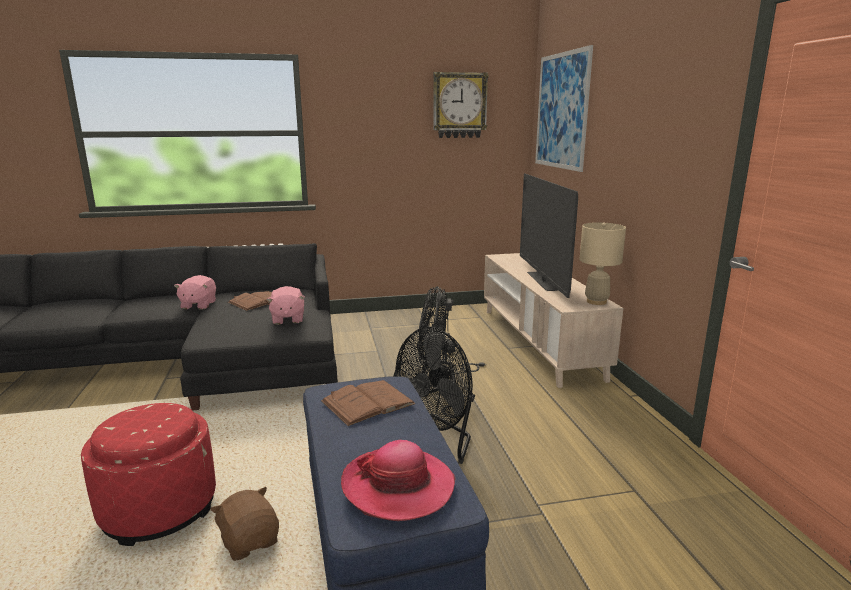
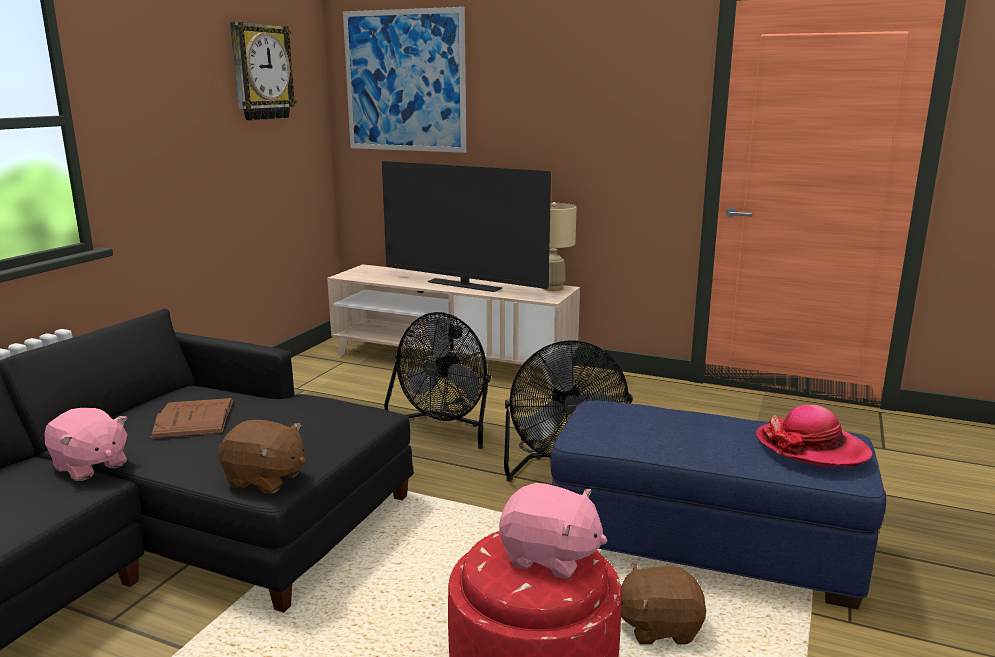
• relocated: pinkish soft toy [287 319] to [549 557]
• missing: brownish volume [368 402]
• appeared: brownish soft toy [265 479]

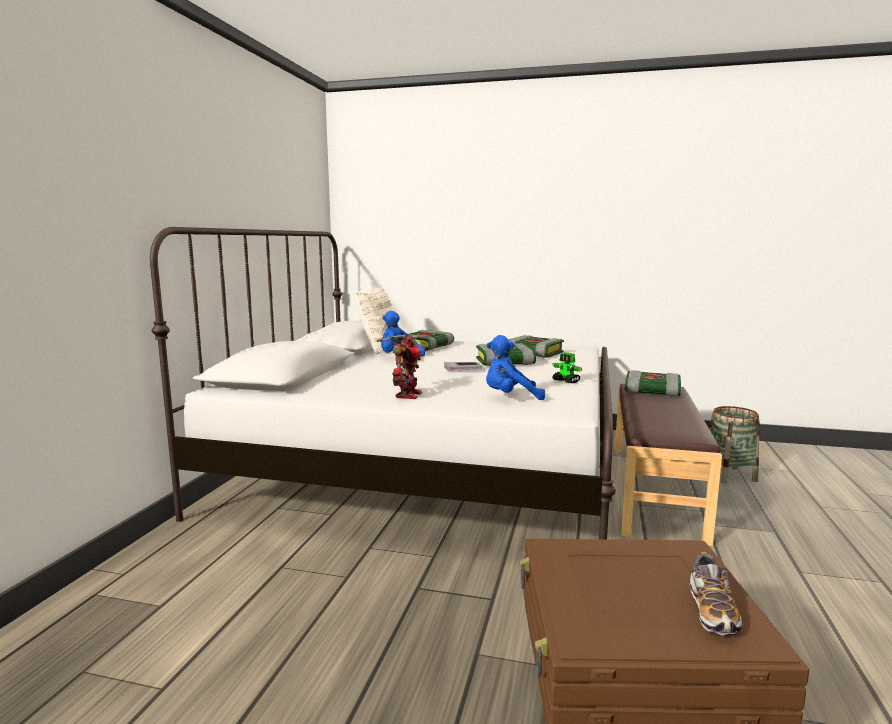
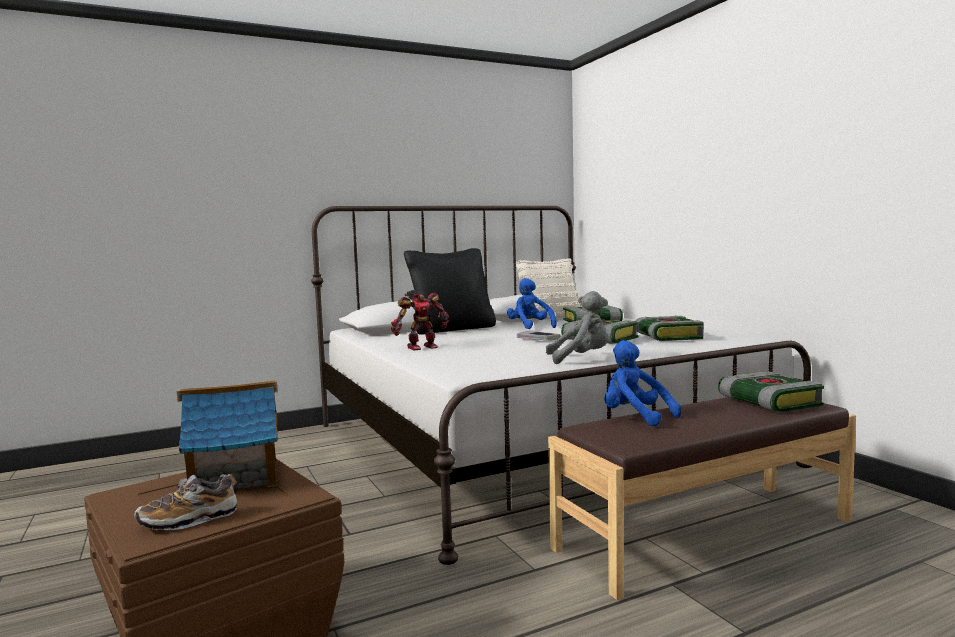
• relocated: blue soft toy [510 397] to [635 417]
• exchanged: robot figure [566 381] to grey soft toy [581 359]
• missing: basket [729 475]
• appeared: black cushion [452 329]
• appeared: toy house [236 477]

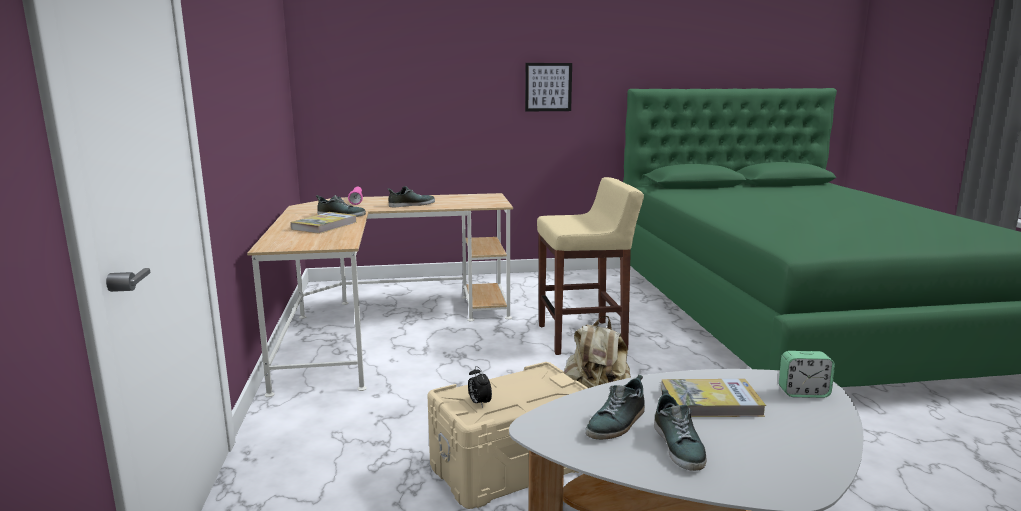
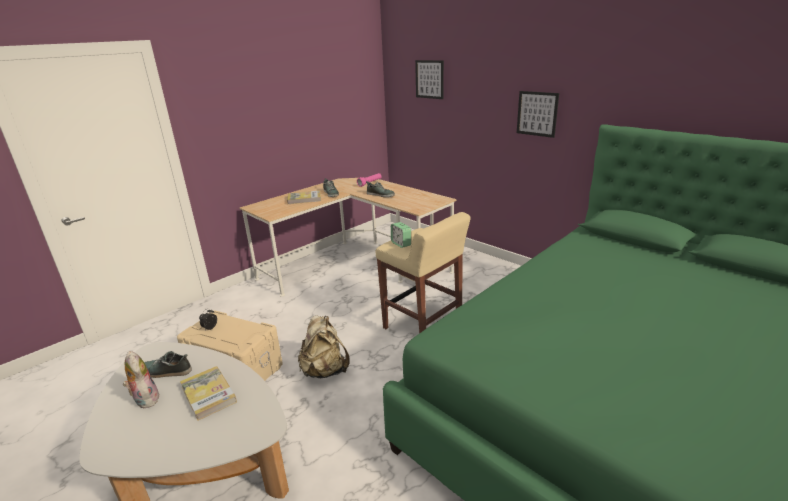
• relocated: bedside clock [803 393] to [401 244]
• exchanged: item of footwear [679 446] to soft toy [145 399]
• appeared: picture [429 79]

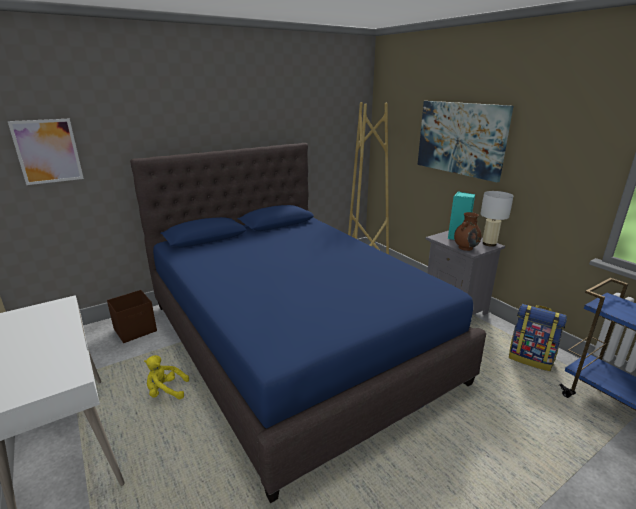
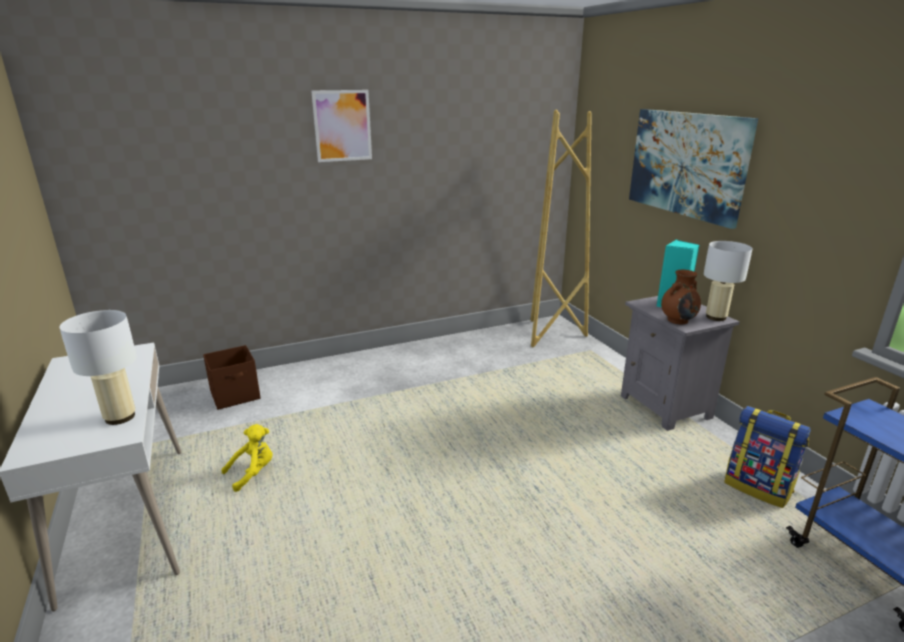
• relocated: picture [47 151] to [342 126]
• missing: blue sleeping bed [293 340]
• spun: yellow-coloured soft toy [166 391] = [253 473] 135 degrees clockwise
• appeared: white tabletop lamp [121 417]

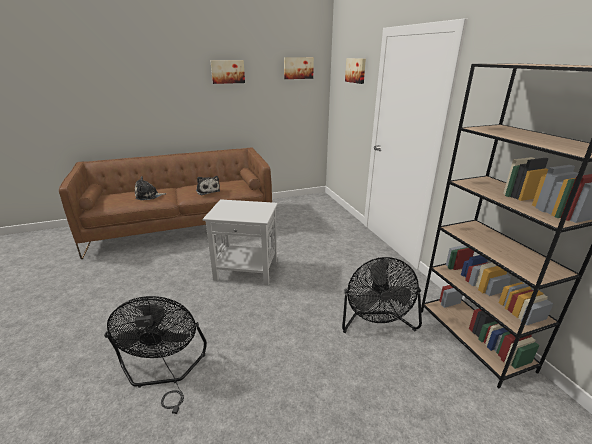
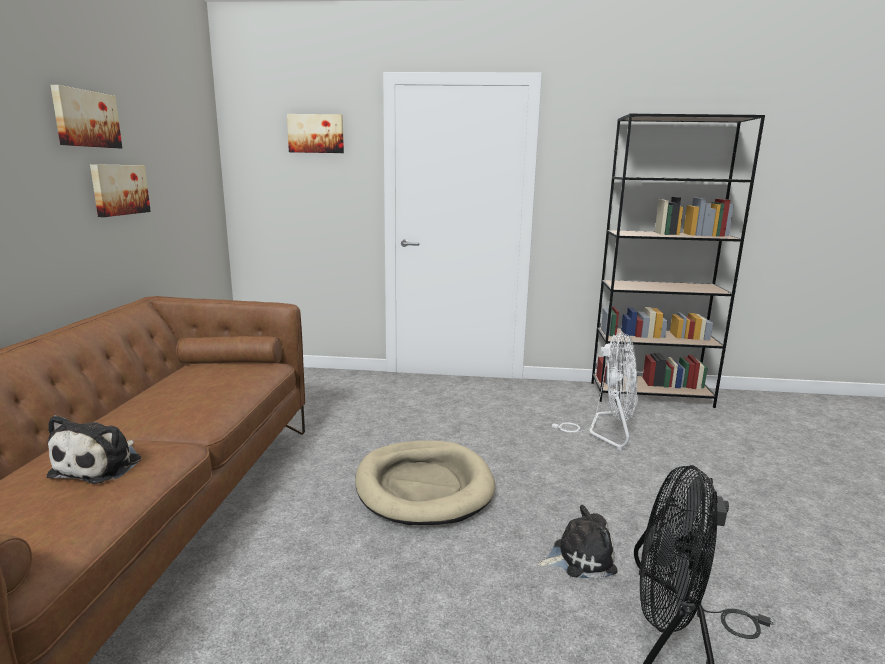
• relocated: picture [298 68] to [119 189]
• relocated: soft toy [207 191] to [579 558]
• exchanged: white side table [247 270] to sand-coloured pet bed [424 486]
• colour: black electric fan [373 321] to white electric fan [606 428]

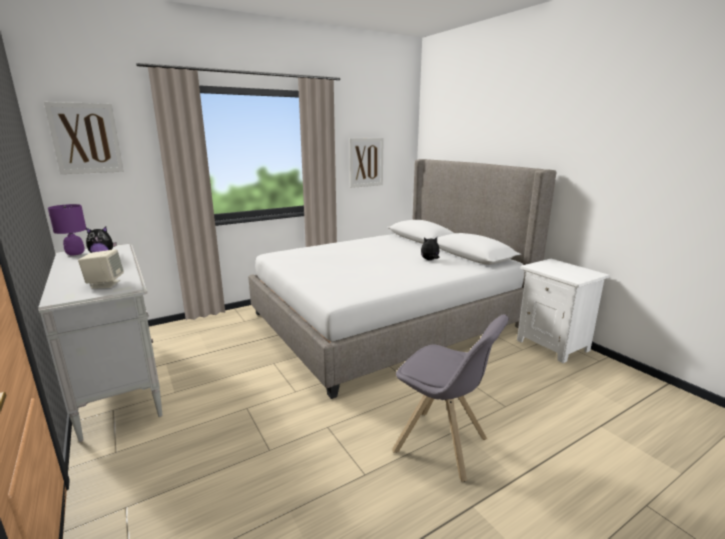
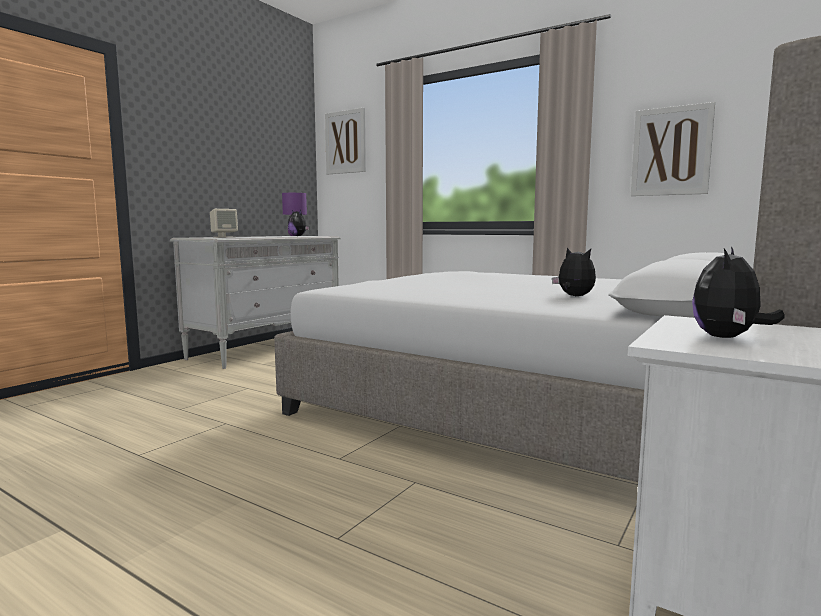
• missing: grey upright chair [441 444]
• appeared: soft toy [728 338]

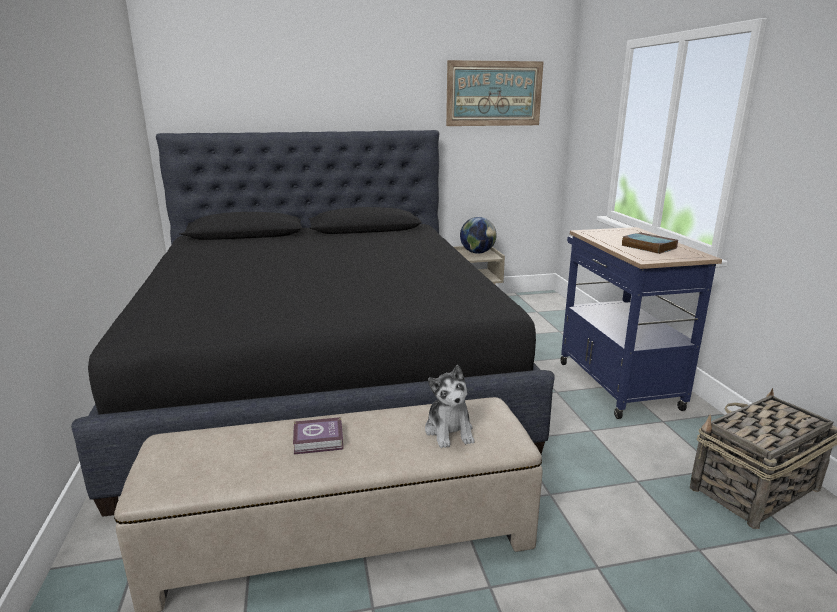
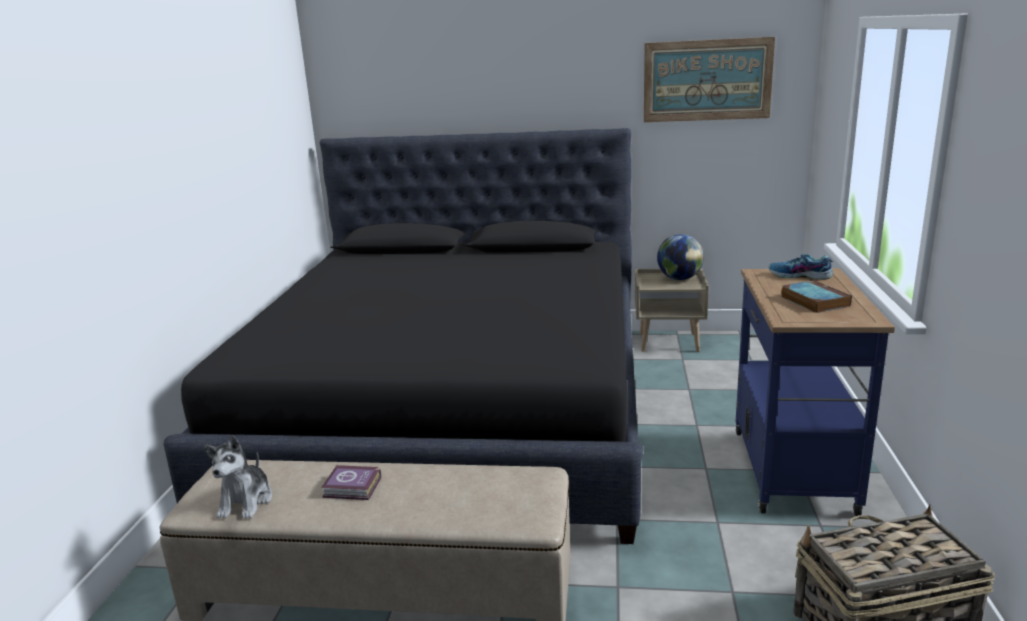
• relocated: soft toy [449 431] to [246 502]
• appeared: item of footwear [799 276]

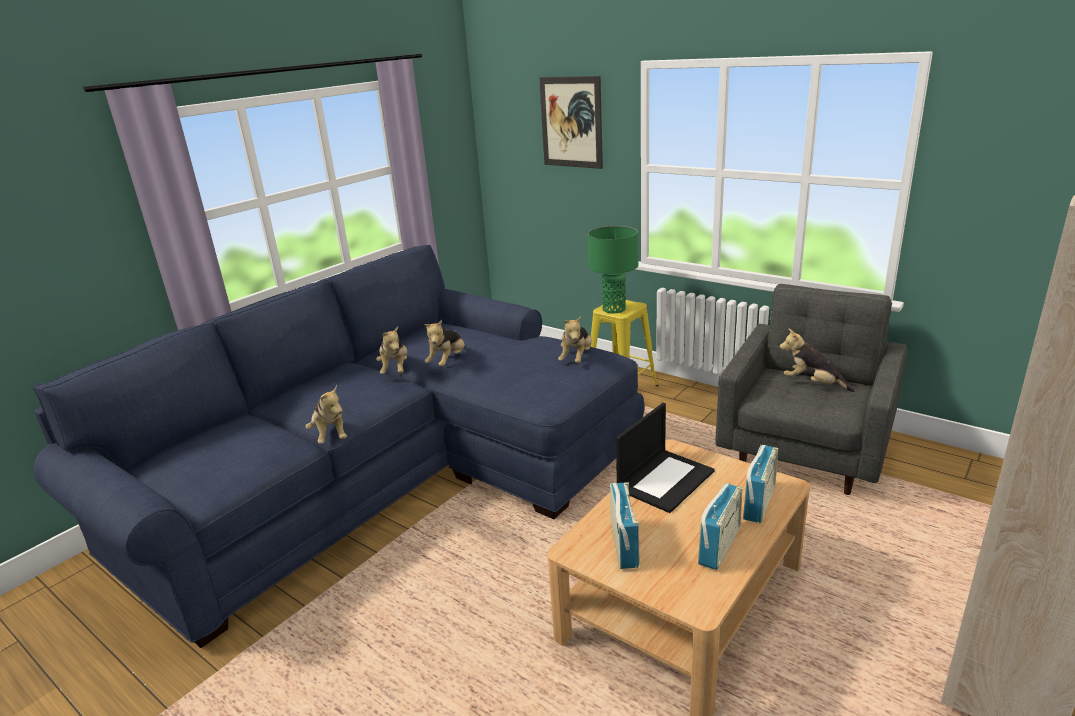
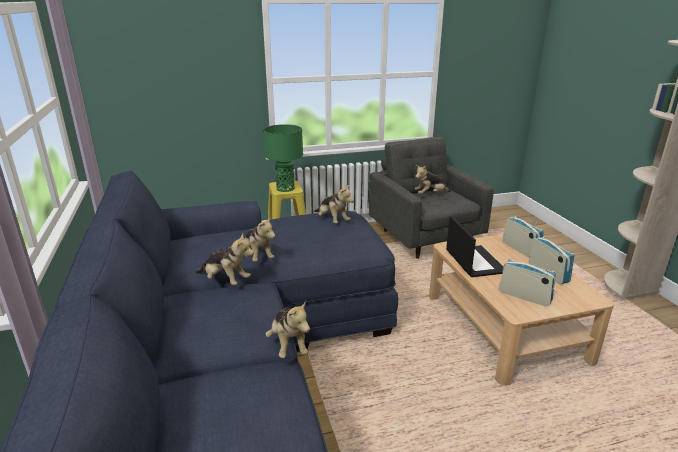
• missing: picture [571 122]
• spun: soft toy [330 435] = [288 345] 60 degrees clockwise

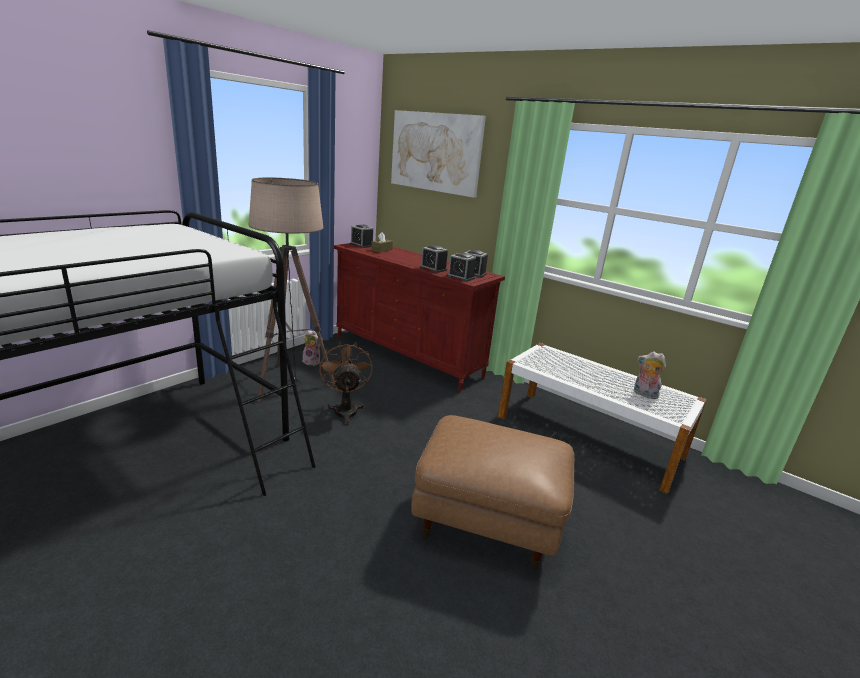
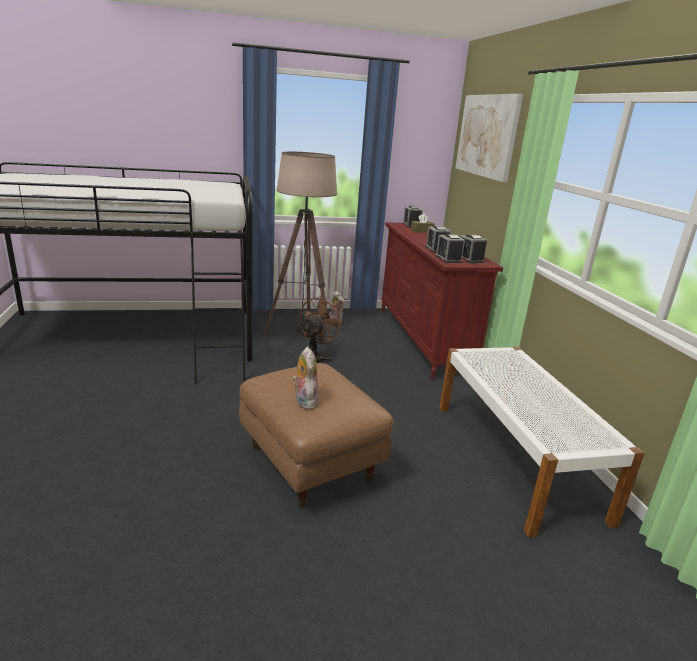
• relocated: soft toy [644 394] to [304 401]

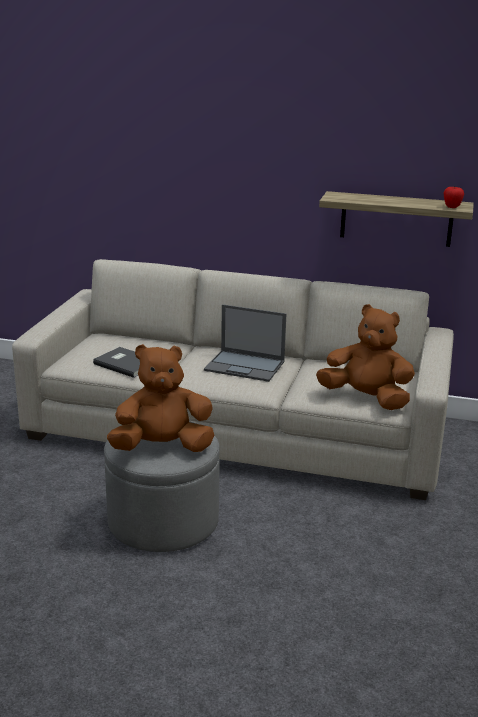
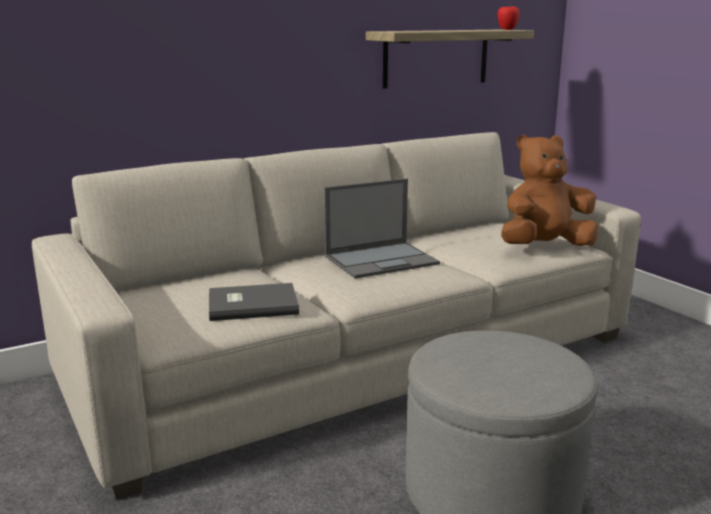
• missing: brownish soft toy [162 447]

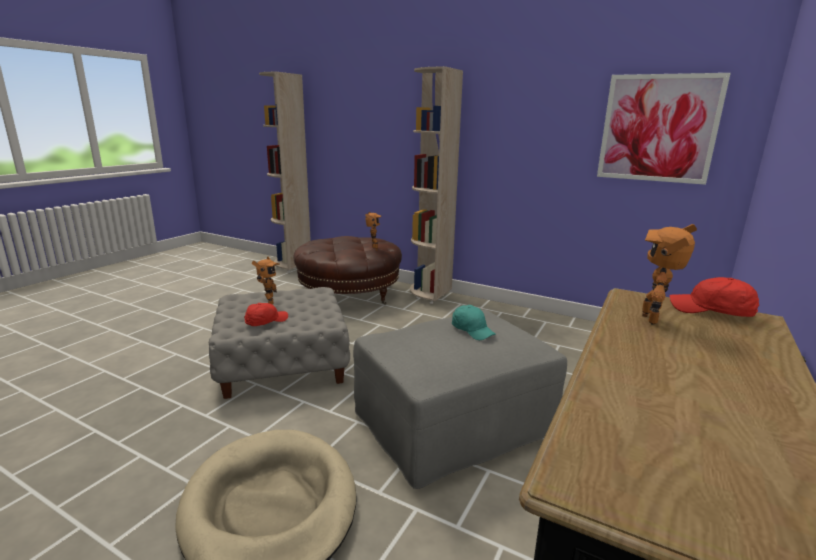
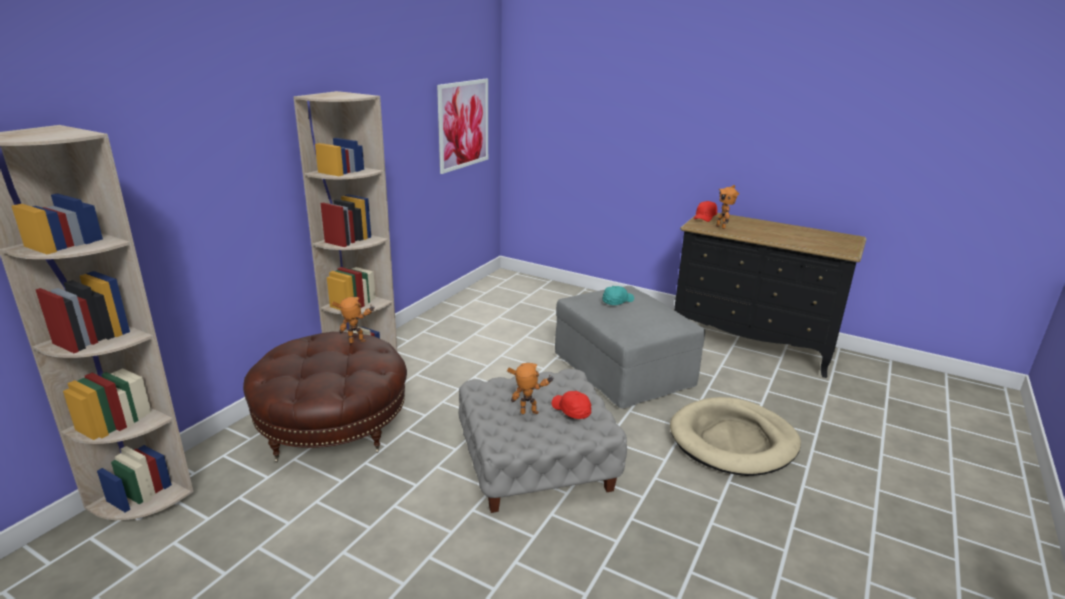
• spun: robot figure [653 319] = [722 227] 60 degrees clockwise

